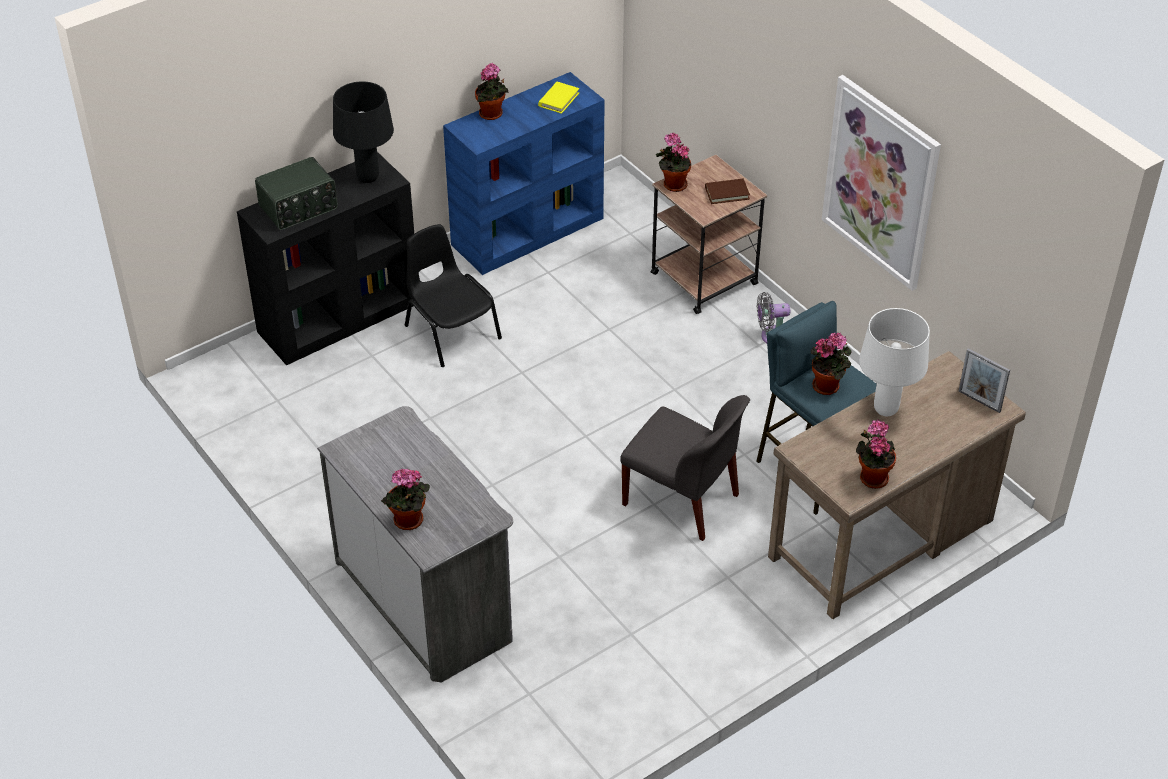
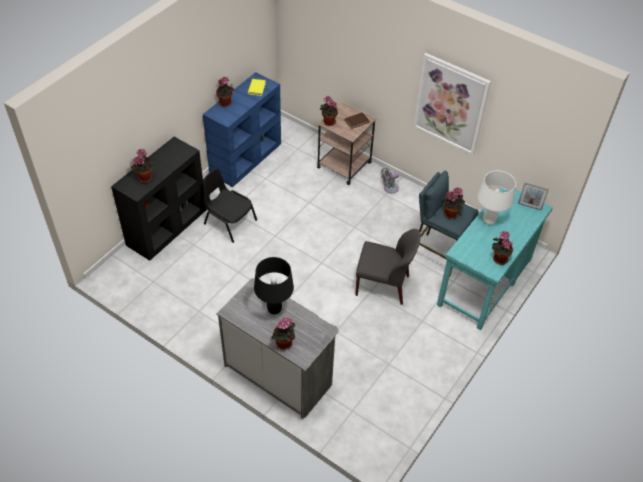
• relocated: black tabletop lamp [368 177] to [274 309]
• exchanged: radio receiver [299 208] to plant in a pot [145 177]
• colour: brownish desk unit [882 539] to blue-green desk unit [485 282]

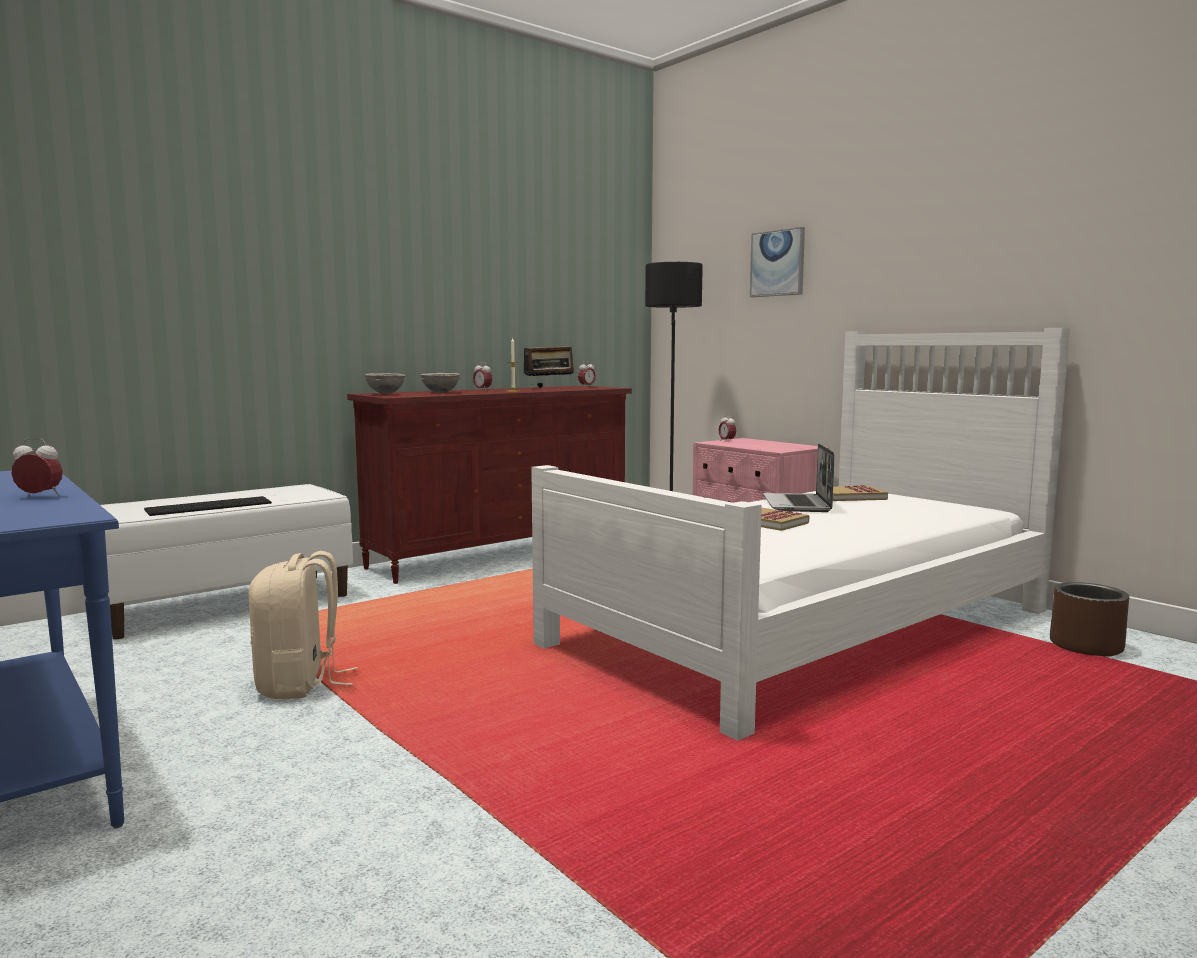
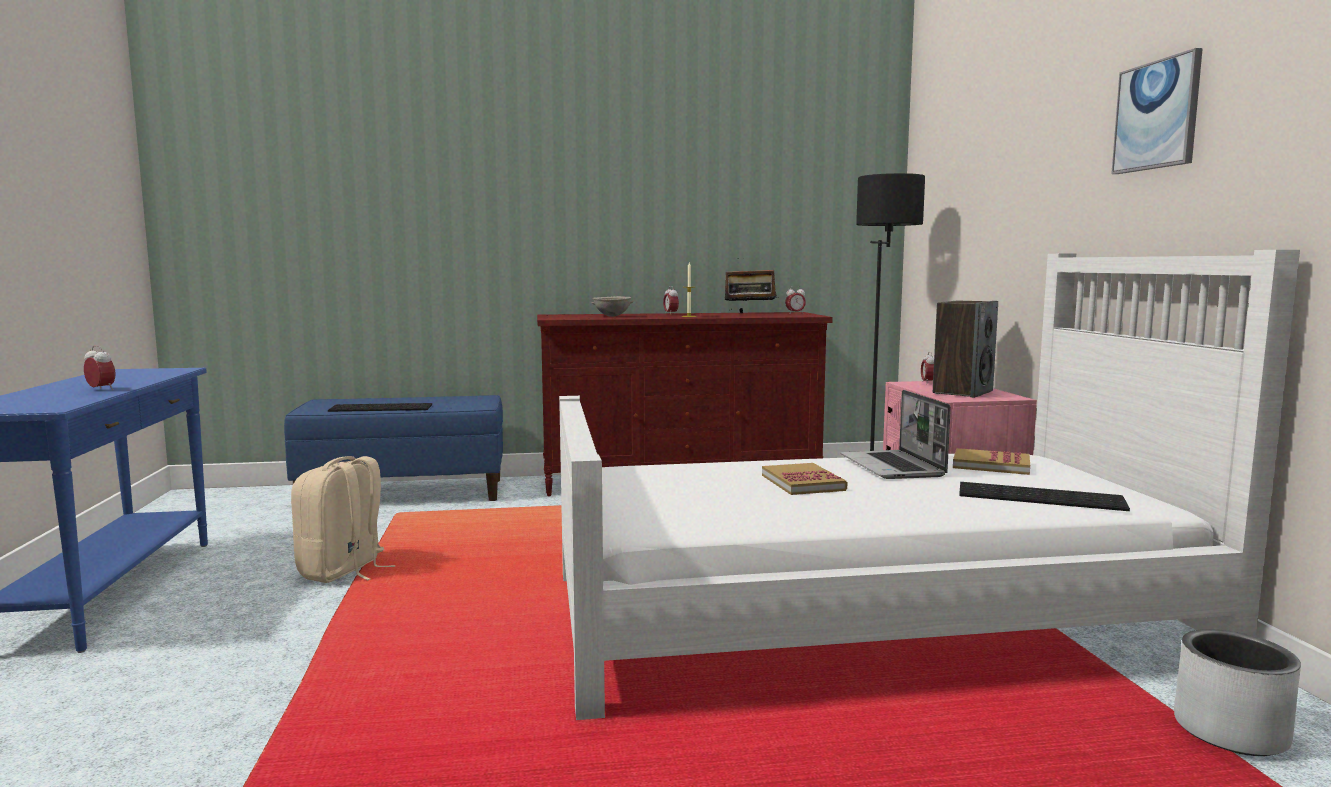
• relocated: picture [777 263] to [1157 115]
• missing: grey deep dish [386 393]
• spun: laptop [797 505] = [893 467] 45 degrees counterclockwise
• colour: white bench [227 604] to blue bench [405 493]
• colour: brownish planter [1085 646] to grey planter [1230 731]
• appeared: speaker [962 392]
• appeared: computer keyboard [1041 496]

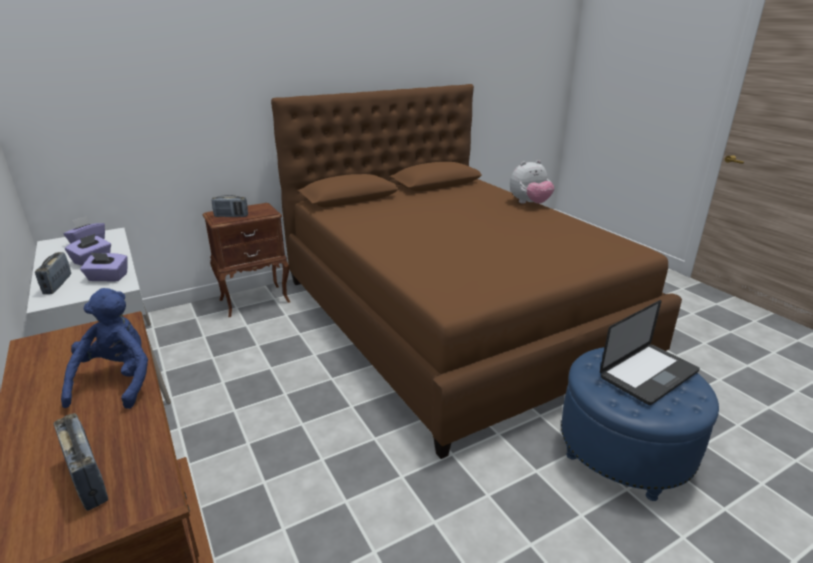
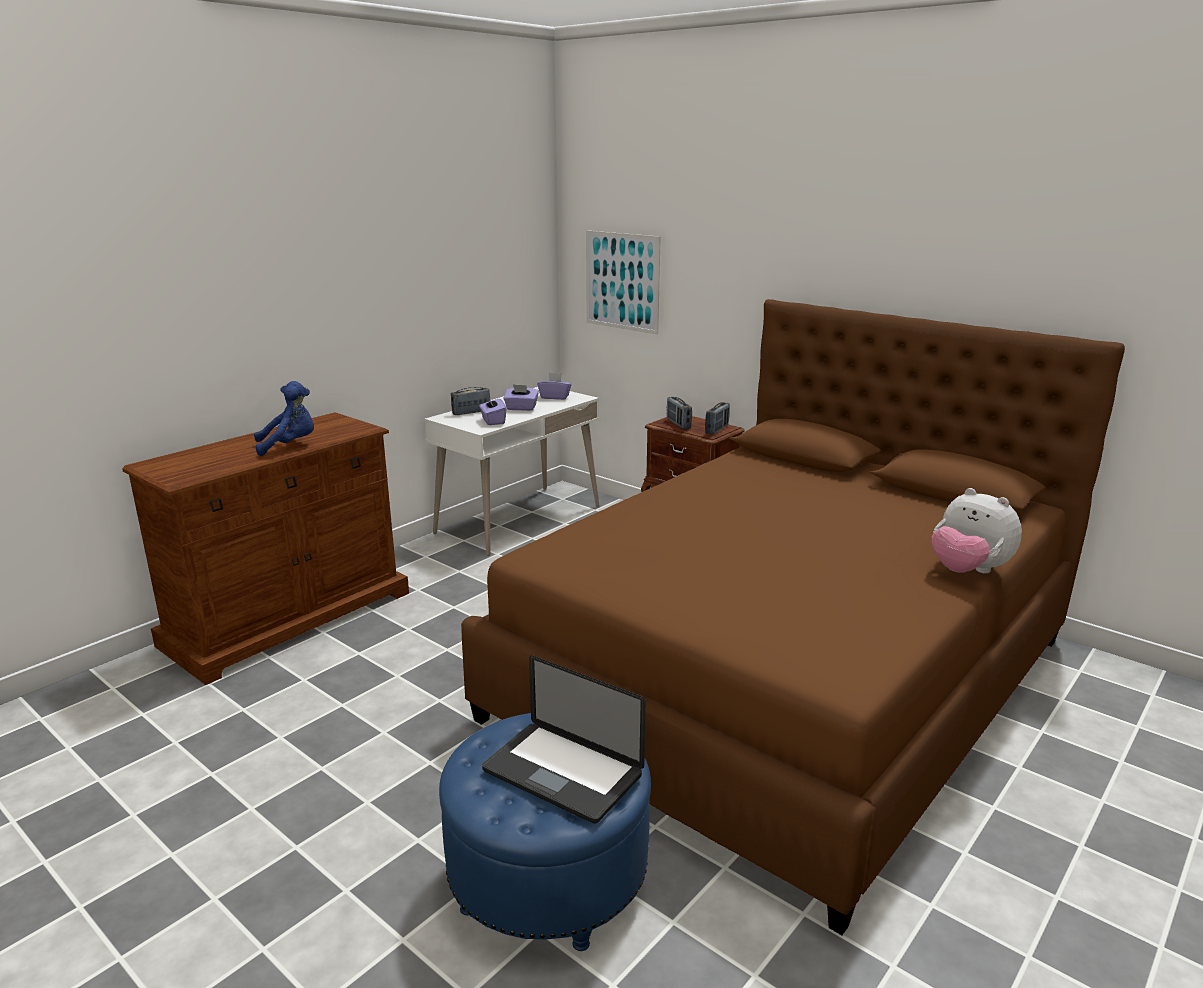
• relocated: radio receiver [88 479] to [717 429]
• appeared: picture [622 281]

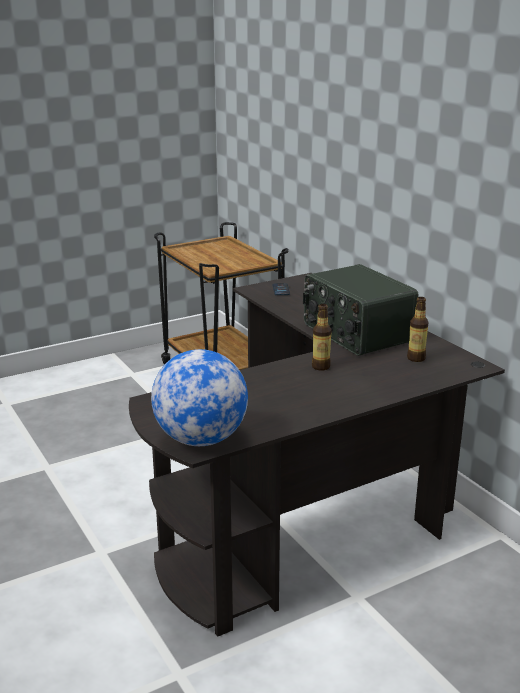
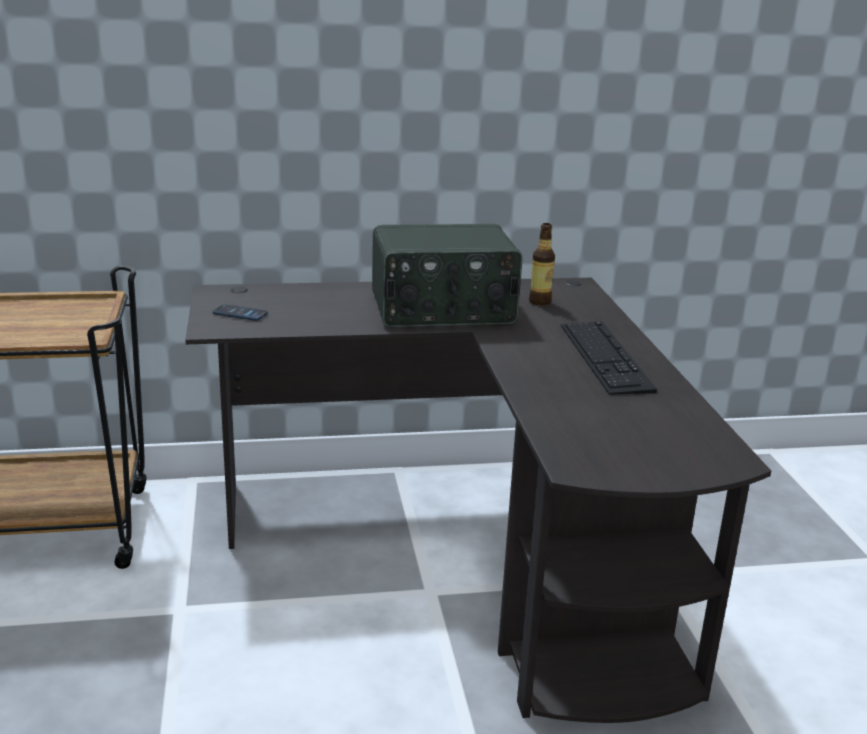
• missing: bottle [321 367]
• missing: world globe [200 439]
• appeared: computer keyboard [604 356]

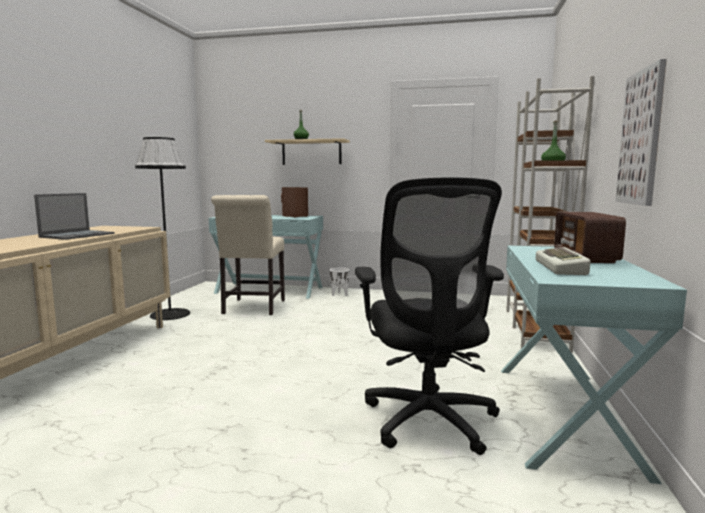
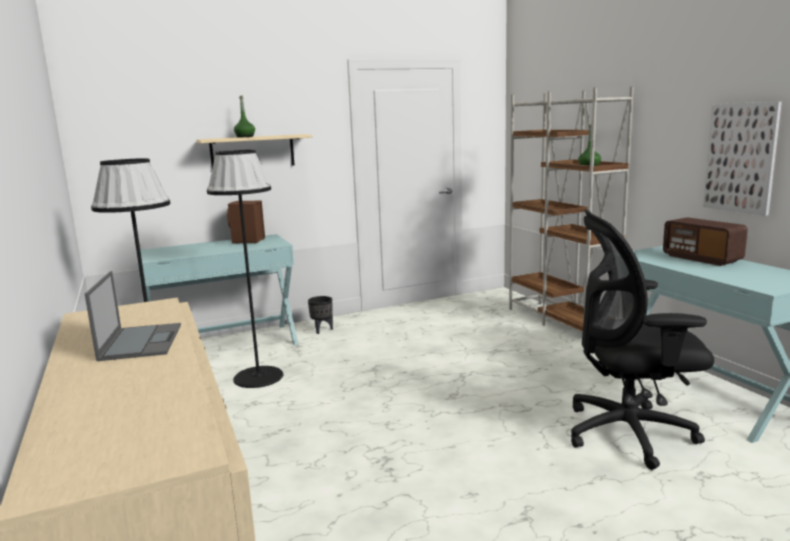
• spun: black office chair [425 416] = [635 431] 135 degrees clockwise
• exchanged: sand-coloured upright chair [252 308] to black standing lamp [258 377]
• missing: computer keyboard [562 268]
• colour: white planter [339 294] to black planter [322 330]

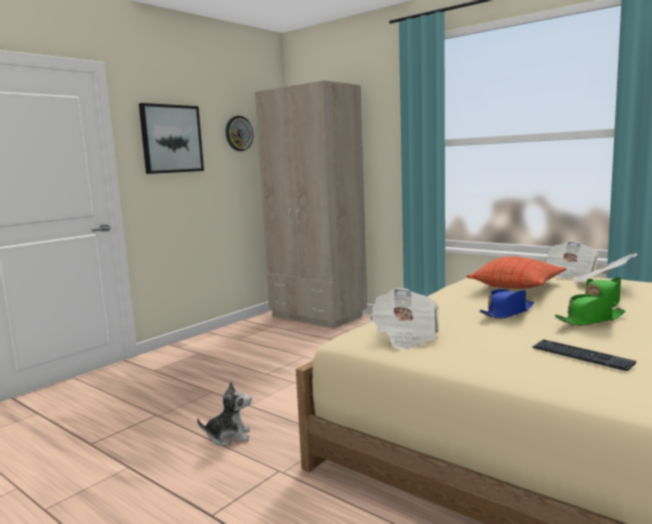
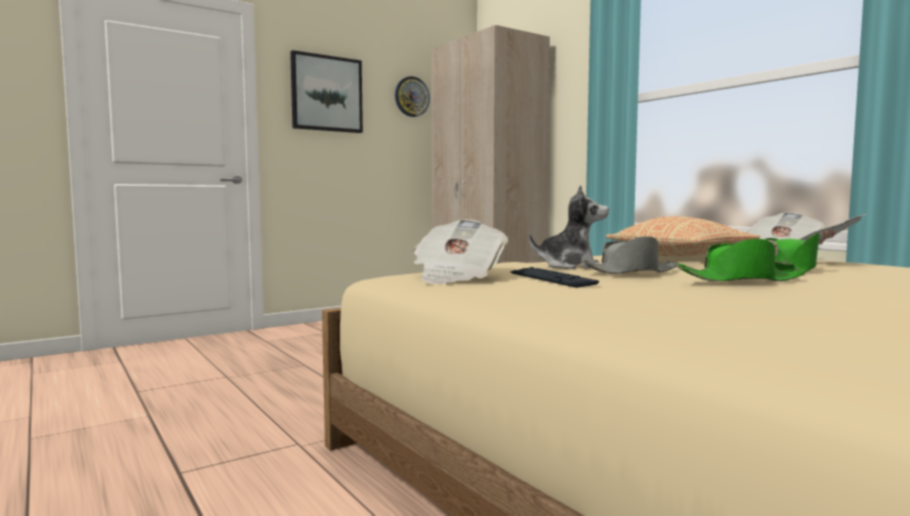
• colour: orangey cushion [516 286] to sand-coloured cushion [680 256]
• colour: blue clothing hat [507 313] to grey clothing hat [631 272]
• relocated: computer keyboard [581 356] to [551 279]
• relocated: soft toy [229 437] to [570 266]

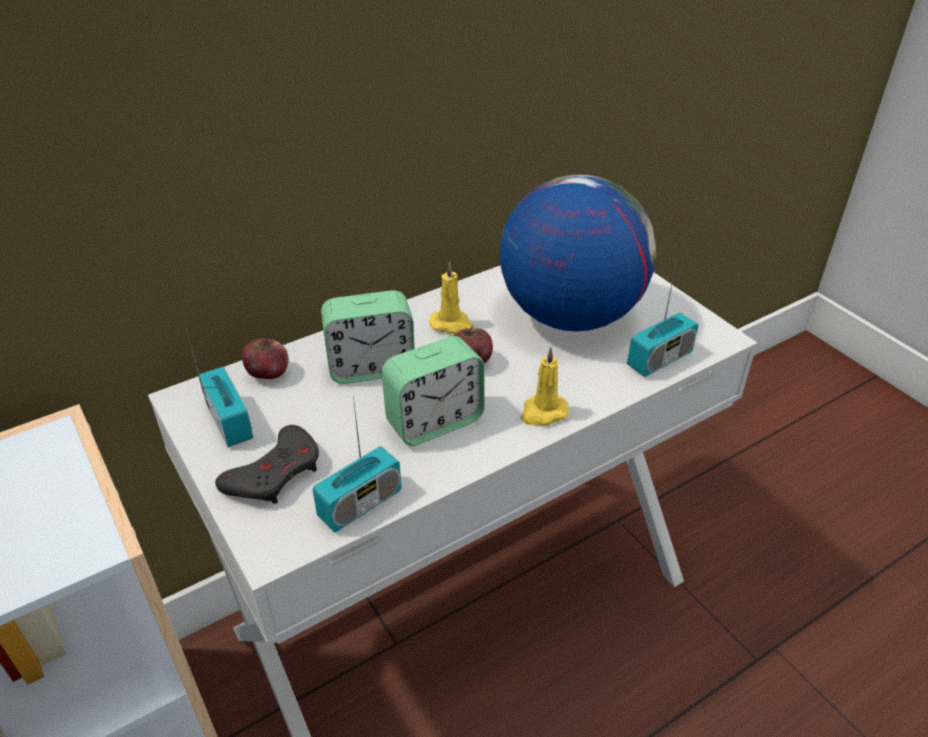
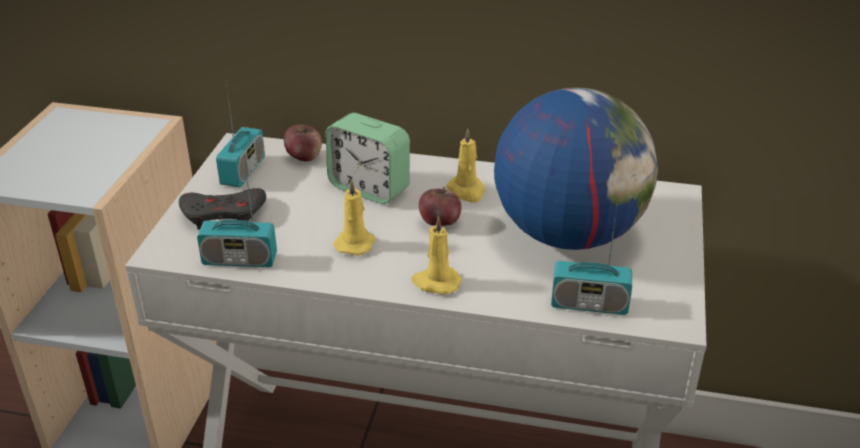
• exchanged: bedside clock [434 421] to yellow-coloured candle [355 243]

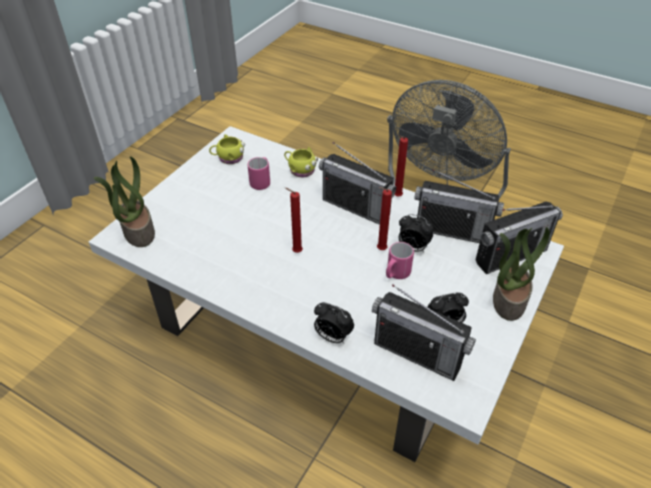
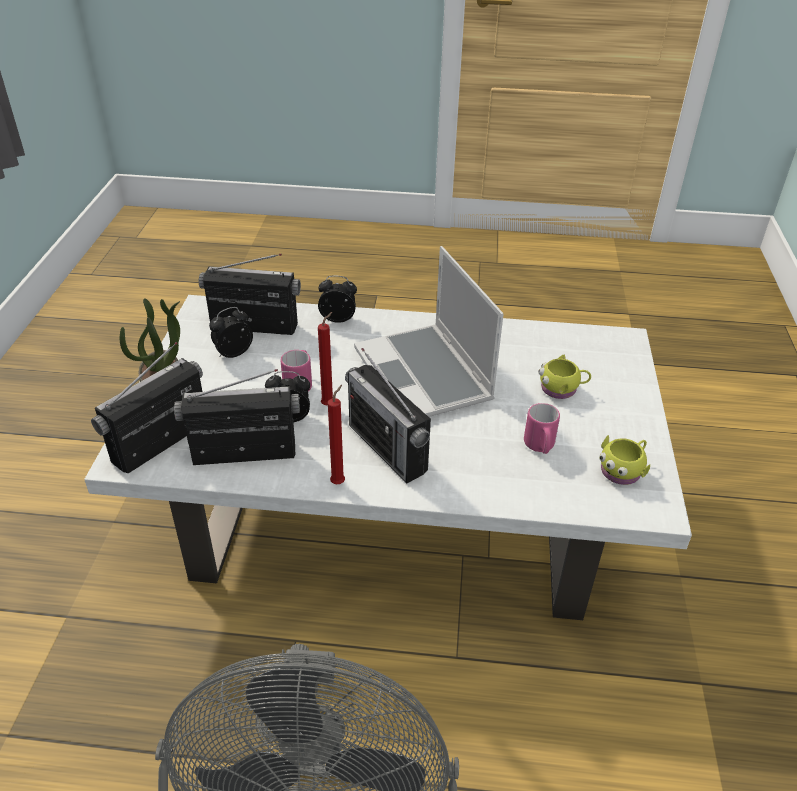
• spun: radio receiver [356 207] = [387 448] 135 degrees counterclockwise
• relocated: yellow-coloured mug [300 169] to [561 389]
• missing: plant in a pot [138 231]
• exchanged: red candle [295 252] to laptop [425 376]

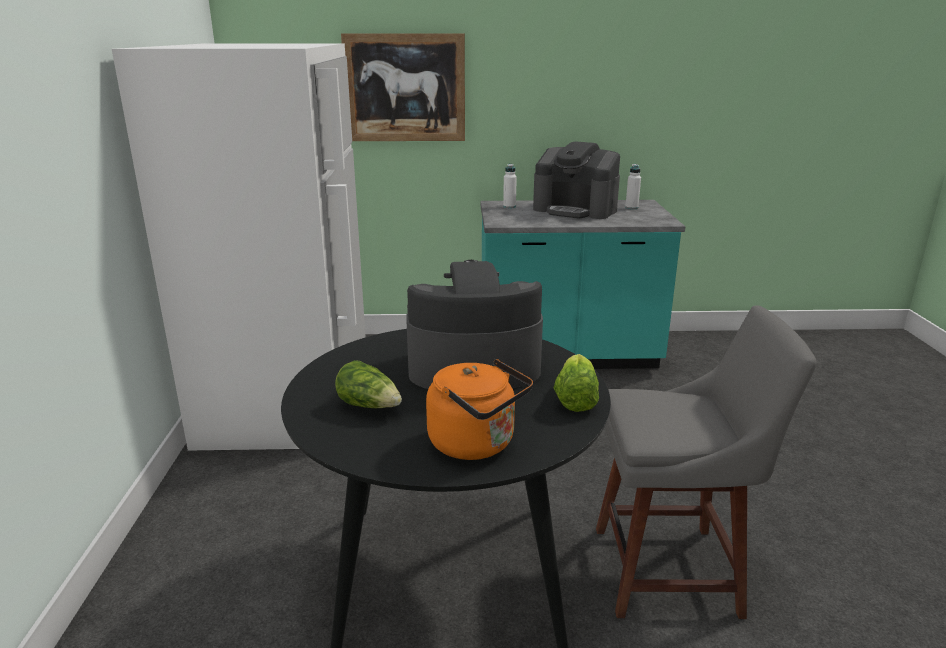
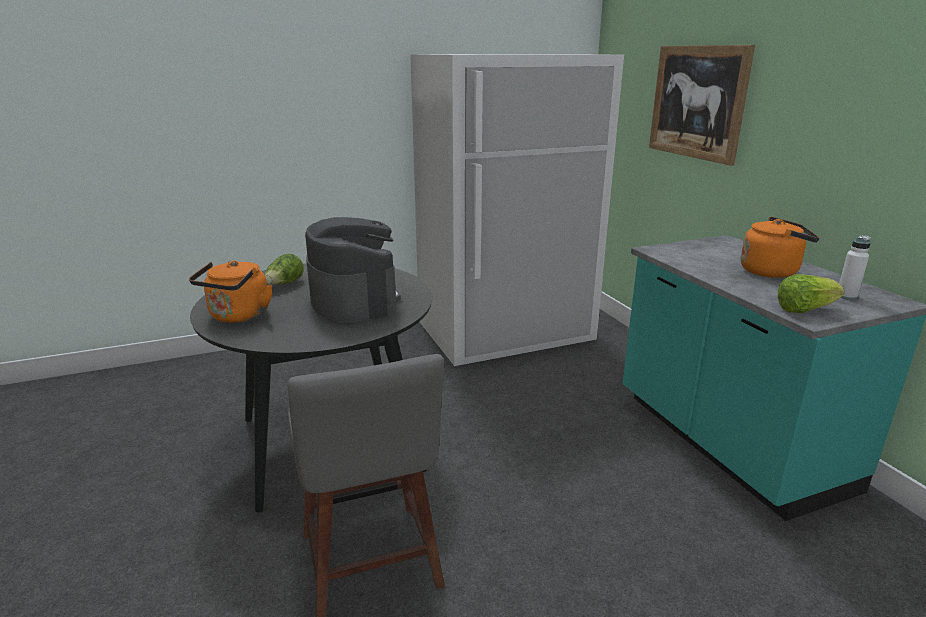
• exchanged: coffee brewer [575 210] to orangey water kettle [772 271]
• missing: white bottle [509 206]
• relocated: lettuce [575 399] to [804 309]

